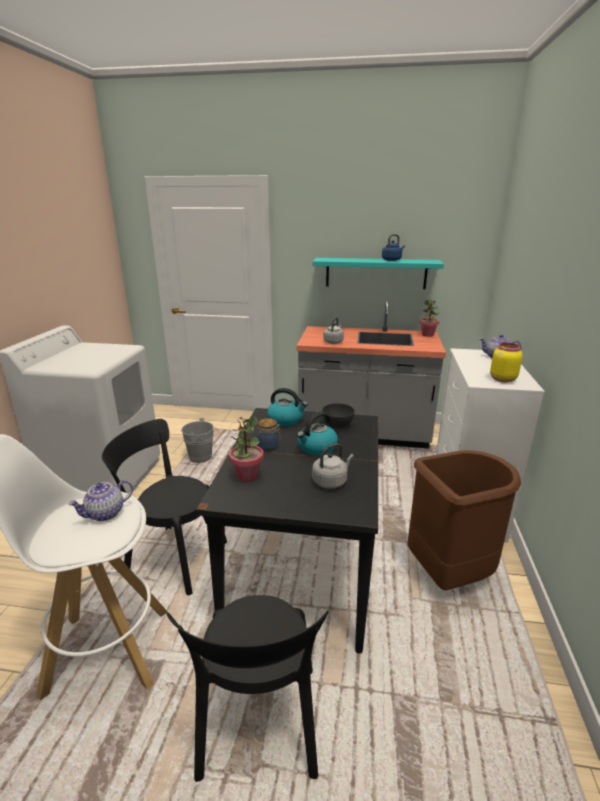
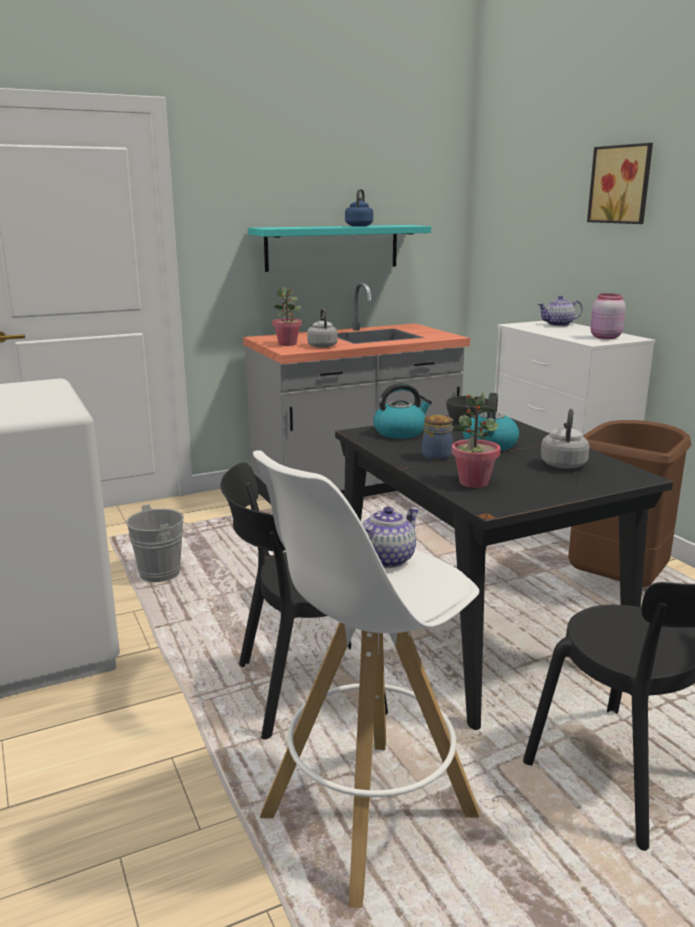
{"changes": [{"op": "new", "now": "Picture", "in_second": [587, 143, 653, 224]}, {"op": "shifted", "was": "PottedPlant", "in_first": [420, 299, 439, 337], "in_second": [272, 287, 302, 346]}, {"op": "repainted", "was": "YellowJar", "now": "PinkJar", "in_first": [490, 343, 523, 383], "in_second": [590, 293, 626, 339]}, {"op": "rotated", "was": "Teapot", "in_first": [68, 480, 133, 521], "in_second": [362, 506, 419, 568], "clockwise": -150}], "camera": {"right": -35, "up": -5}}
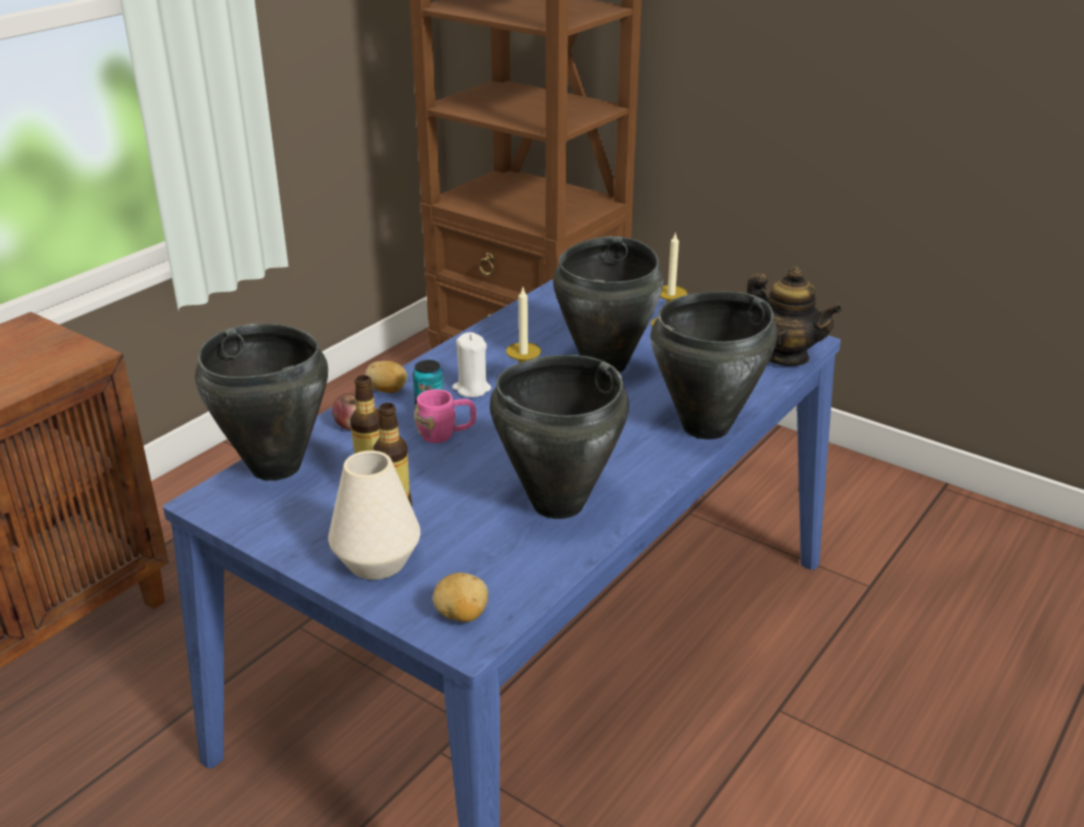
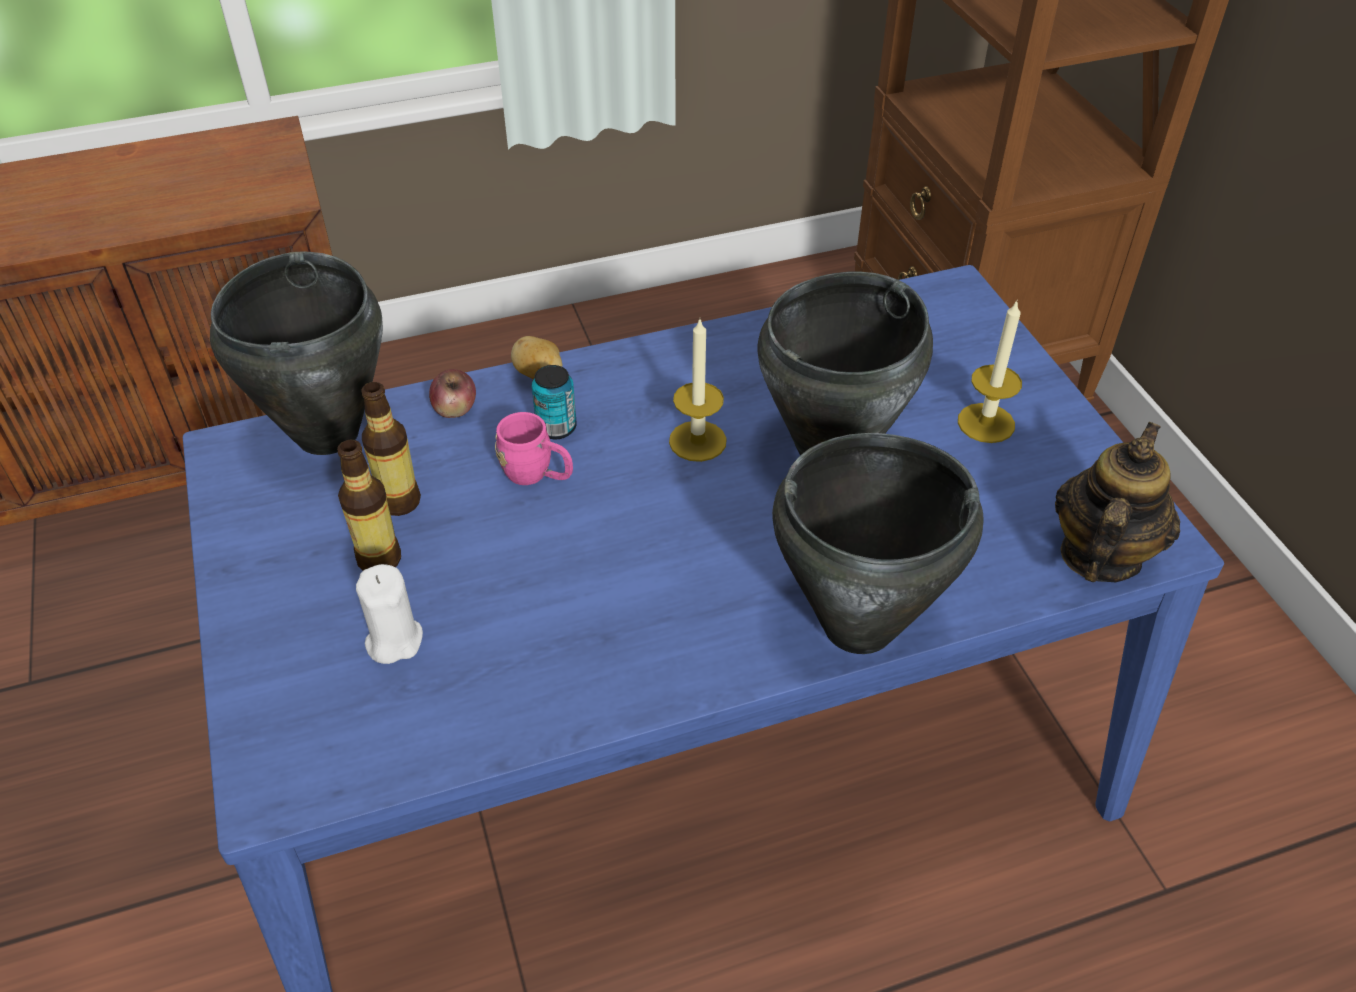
{"changes": [{"op": "gone", "was": "WhiteVase", "in_first": [328, 450, 421, 580]}, {"op": "gone", "was": "Potato", "in_first": [433, 573, 488, 622]}, {"op": "gone", "was": "BlackCookingPot", "in_first": [490, 355, 629, 519]}, {"op": "shifted", "was": "WhiteCandle", "in_first": [452, 332, 491, 398], "in_second": [356, 564, 423, 664]}, {"op": "rotated", "was": "Teapot", "in_first": [747, 267, 842, 366], "in_second": [1055, 422, 1180, 582], "clockwise": -135}], "camera": {"right": 35, "up": 15}}
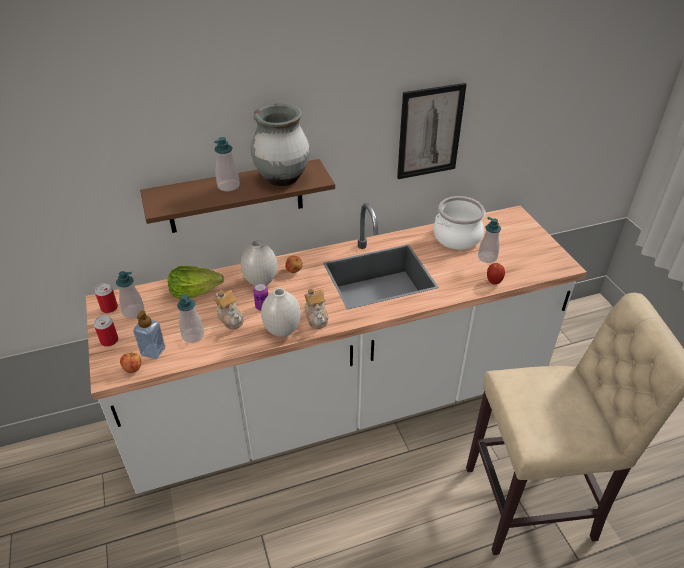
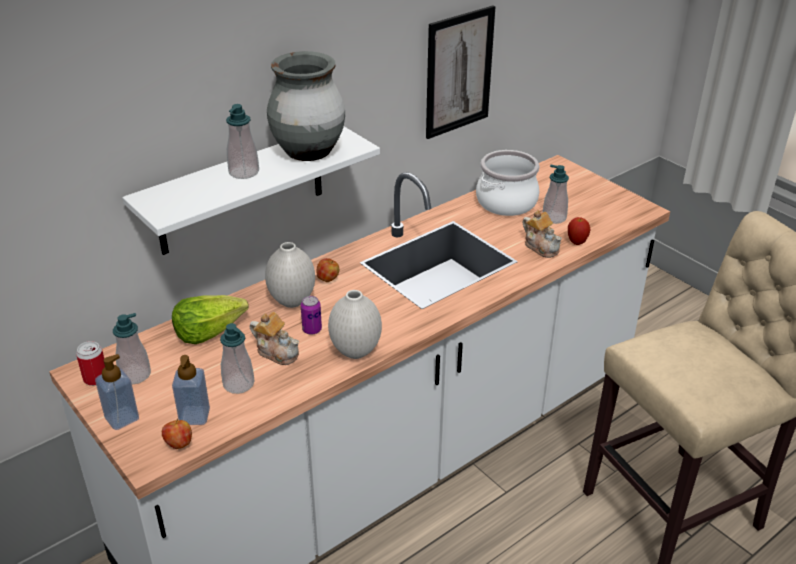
{"changes": [{"op": "shifted", "was": "Teapot", "in_first": [304, 288, 328, 329], "in_second": [523, 210, 562, 258]}, {"op": "swapped", "was": "Can", "now": "SoapDispenser", "in_first": [94, 315, 118, 347], "in_second": [95, 354, 139, 430]}, {"op": "repainted", "was": "BrownShelf", "now": "WhiteShelf", "in_first": [140, 159, 335, 233], "in_second": [122, 127, 380, 255]}], "camera": {"right": -20, "up": -5}}
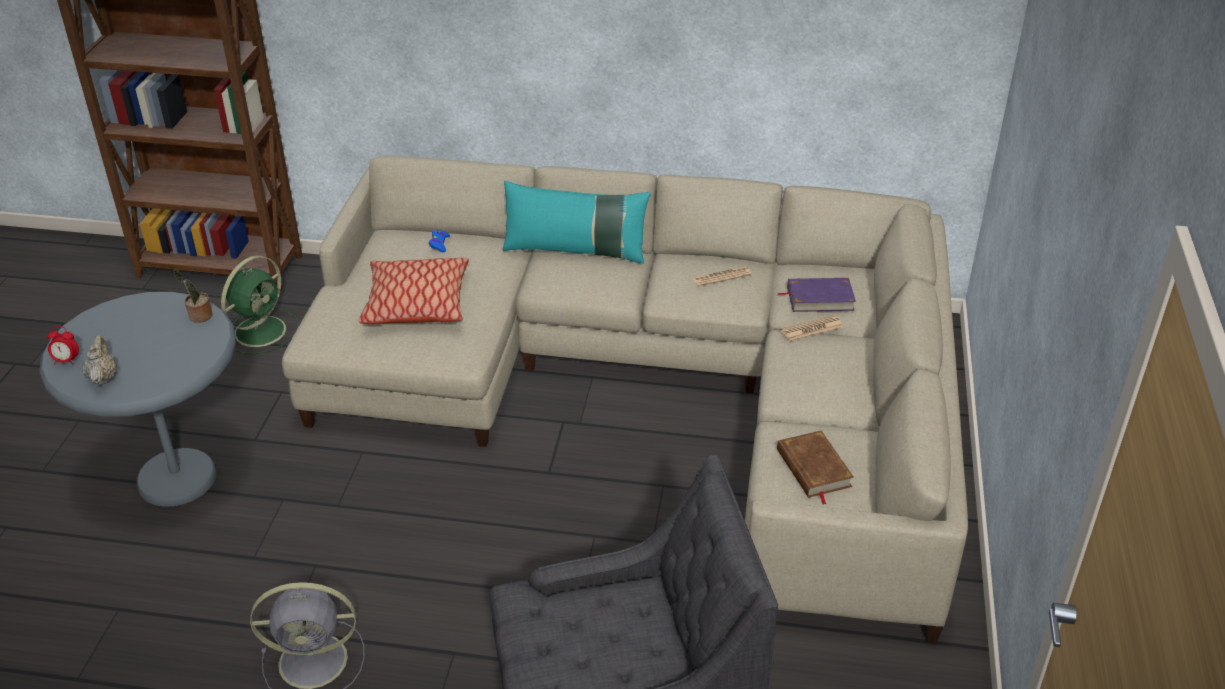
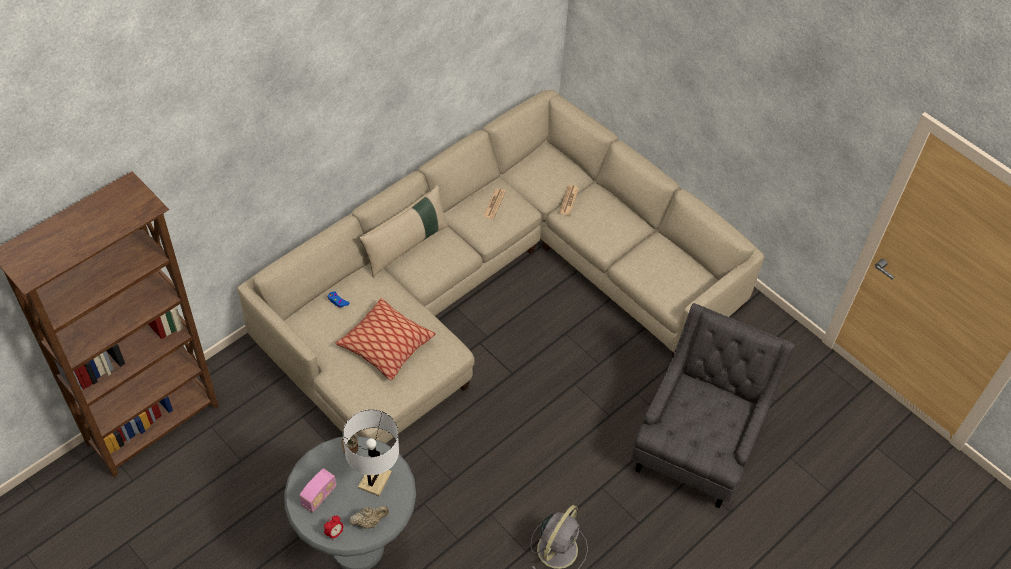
{"changes": [{"op": "gone", "was": "GreenFan", "in_first": [221, 255, 299, 354]}, {"op": "gone", "was": "PurpleBook", "in_first": [777, 278, 856, 312]}, {"op": "gone", "was": "BrownBook", "in_first": [777, 431, 854, 504]}, {"op": "new", "now": "Radio", "in_second": [300, 468, 336, 513]}, {"op": "new", "now": "WhiteTableLamp", "in_second": [343, 409, 399, 496]}, {"op": "repainted", "was": "TurquoisePillow", "now": "BeigePillow", "in_first": [503, 181, 651, 264], "in_second": [359, 185, 448, 277]}, {"op": "rotated", "was": "BeigeTeapot", "in_first": [82, 335, 117, 385], "in_second": [349, 506, 389, 529], "clockwise": 135}], "camera": {"right": -55, "up": 15}}
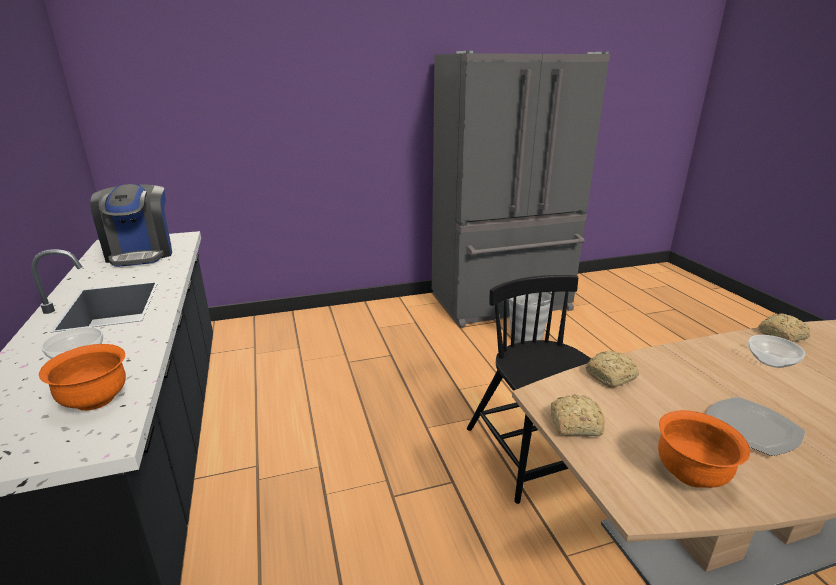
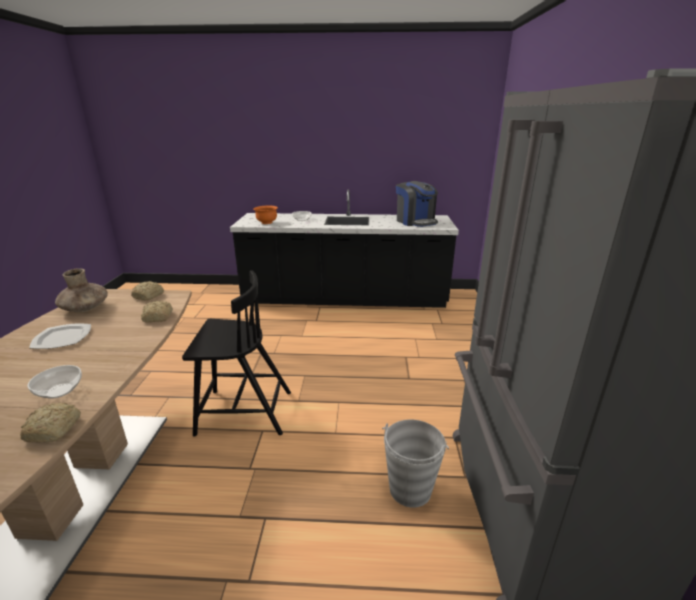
{"changes": [{"op": "swapped", "was": "OrangeBowl", "now": "BrownVase", "in_first": [658, 410, 750, 488], "in_second": [55, 268, 108, 312]}, {"op": "rotated", "was": "CoffeeMachine", "in_first": [90, 184, 172, 267], "in_second": [396, 181, 438, 227], "clockwise": -120}], "camera": {"right": 110, "up": 0}}
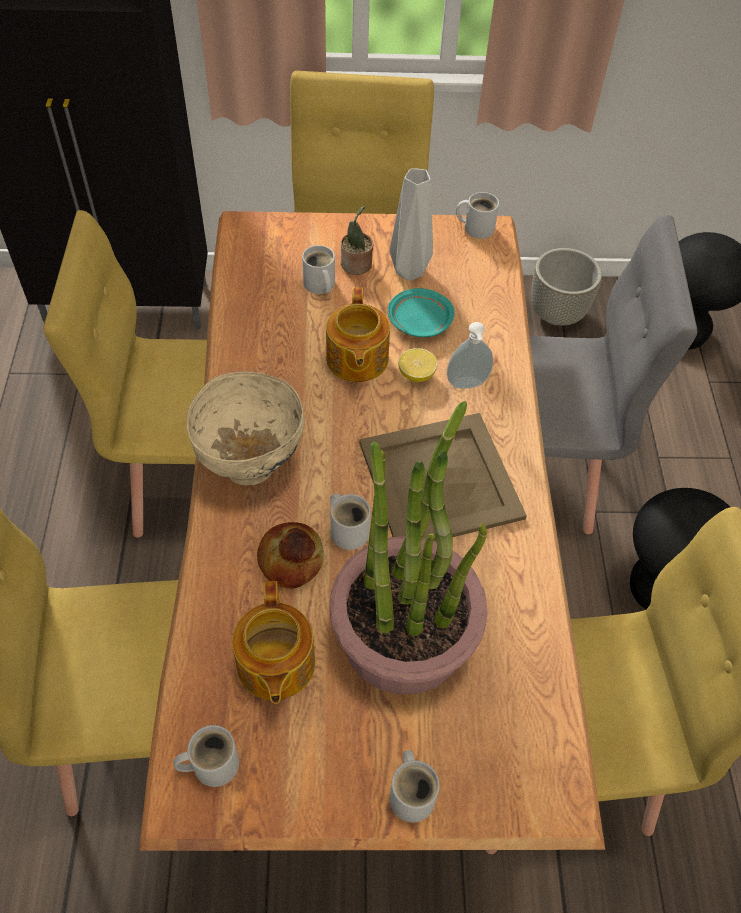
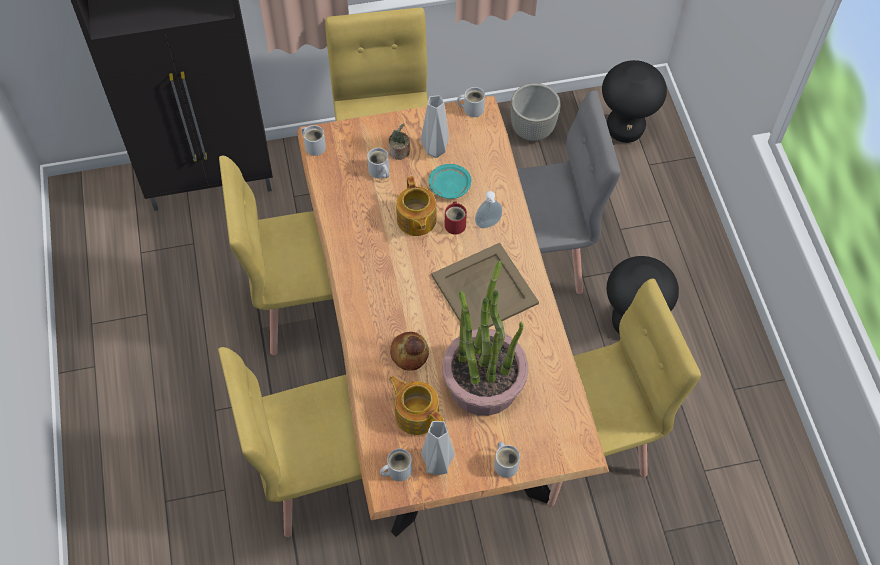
{"changes": [{"op": "gone", "was": "BeigeBowl", "in_first": [187, 371, 304, 485]}, {"op": "new", "now": "GreyVase", "in_second": [421, 421, 455, 475]}, {"op": "shifted", "was": "WhiteMug", "in_first": [330, 493, 370, 550], "in_second": [301, 125, 326, 156]}, {"op": "swapped", "was": "Lemon", "now": "RedMug", "in_first": [398, 348, 437, 382], "in_second": [445, 201, 467, 235]}, {"op": "rotated", "was": "Teapot", "in_first": [232, 581, 315, 704], "in_second": [389, 376, 444, 435], "clockwise": 150}], "camera": {"right": -10, "up": 5}}
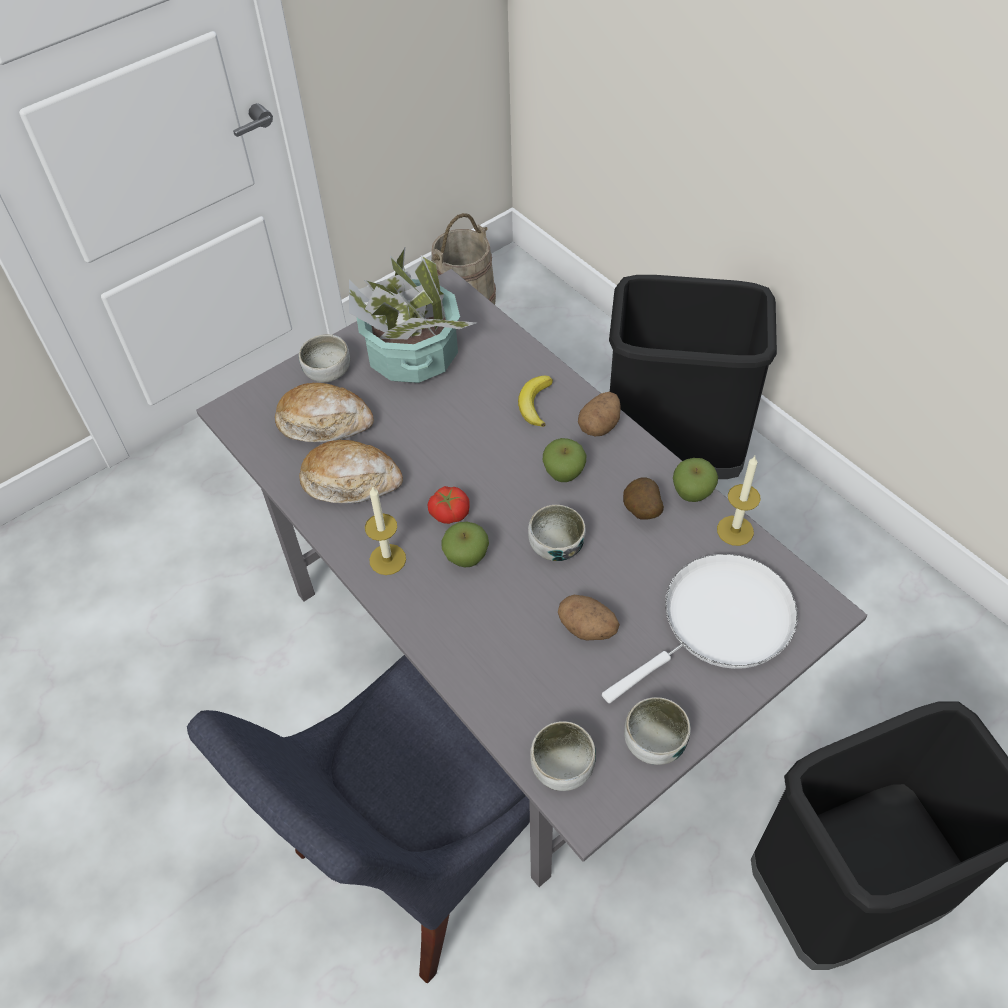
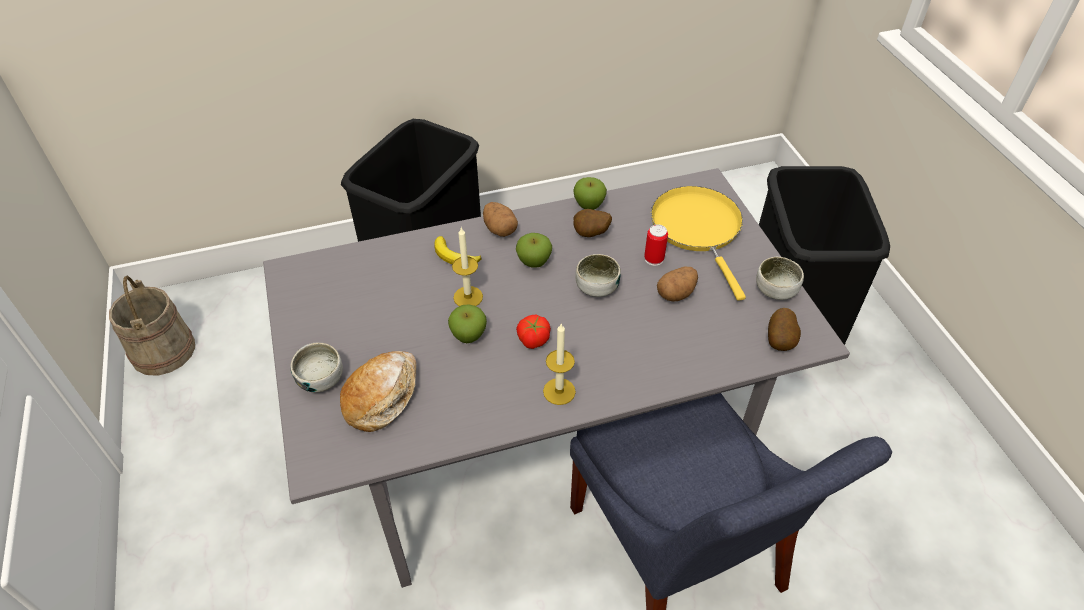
{"changes": [{"op": "gone", "was": "Bread", "in_first": [299, 440, 403, 503]}, {"op": "gone", "was": "PottedPlant", "in_first": [349, 246, 478, 383]}, {"op": "new", "now": "Can", "in_second": [644, 224, 668, 266]}, {"op": "shifted", "was": "Apple", "in_first": [441, 522, 489, 568], "in_second": [448, 304, 487, 343]}, {"op": "shifted", "was": "Candle", "in_first": [717, 456, 760, 546], "in_second": [452, 228, 483, 306]}, {"op": "swapped", "was": "Bowl", "now": "Potato", "in_first": [530, 721, 596, 791], "in_second": [768, 308, 801, 351]}, {"op": "repainted", "was": "WhiteFryingPan", "now": "YellowFryingPan", "in_first": [602, 554, 798, 704], "in_second": [651, 186, 746, 301]}], "camera": {"right": -70, "up": -5}}
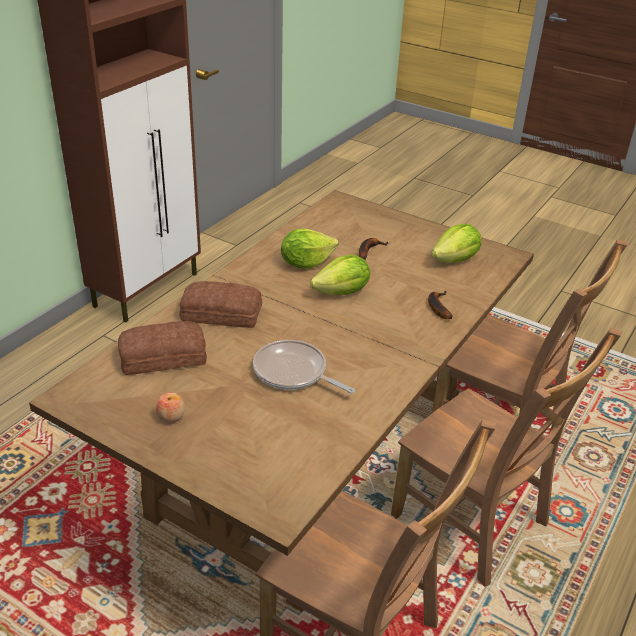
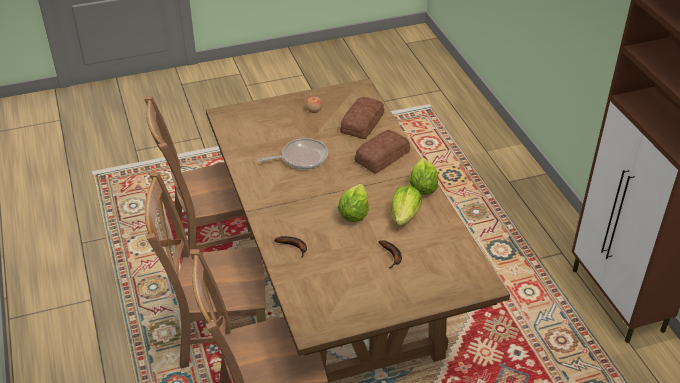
{"changes": [{"op": "shifted", "was": "Lettuce", "in_first": [431, 224, 481, 263], "in_second": [410, 158, 438, 195]}], "camera": {"right": 130, "up": 5}}
